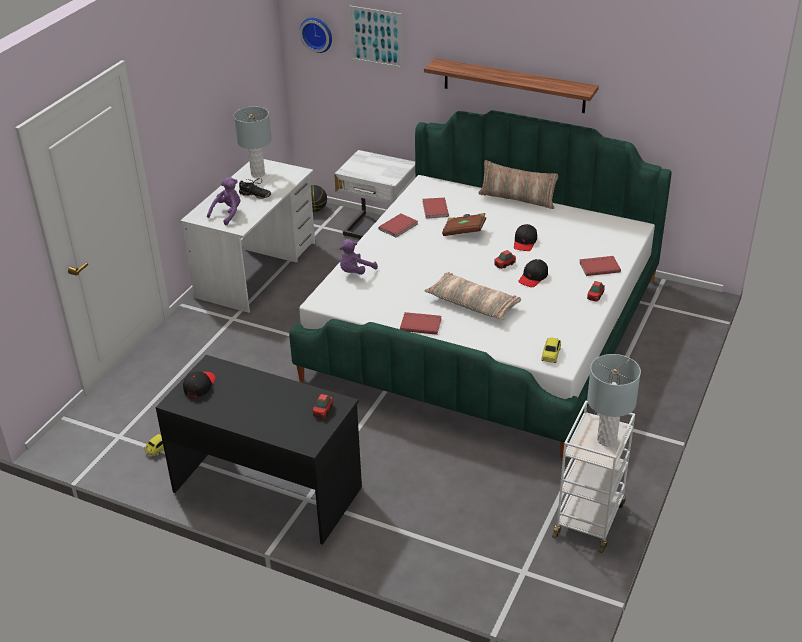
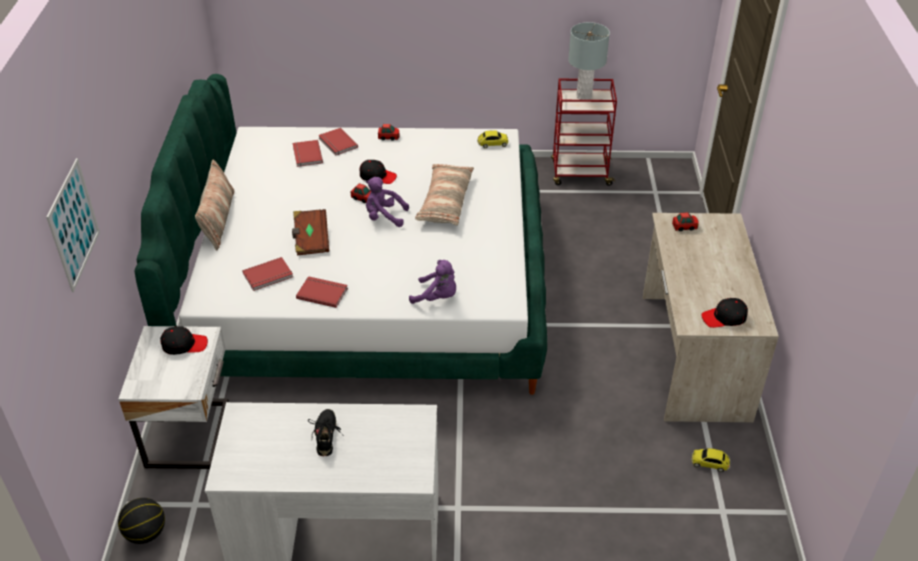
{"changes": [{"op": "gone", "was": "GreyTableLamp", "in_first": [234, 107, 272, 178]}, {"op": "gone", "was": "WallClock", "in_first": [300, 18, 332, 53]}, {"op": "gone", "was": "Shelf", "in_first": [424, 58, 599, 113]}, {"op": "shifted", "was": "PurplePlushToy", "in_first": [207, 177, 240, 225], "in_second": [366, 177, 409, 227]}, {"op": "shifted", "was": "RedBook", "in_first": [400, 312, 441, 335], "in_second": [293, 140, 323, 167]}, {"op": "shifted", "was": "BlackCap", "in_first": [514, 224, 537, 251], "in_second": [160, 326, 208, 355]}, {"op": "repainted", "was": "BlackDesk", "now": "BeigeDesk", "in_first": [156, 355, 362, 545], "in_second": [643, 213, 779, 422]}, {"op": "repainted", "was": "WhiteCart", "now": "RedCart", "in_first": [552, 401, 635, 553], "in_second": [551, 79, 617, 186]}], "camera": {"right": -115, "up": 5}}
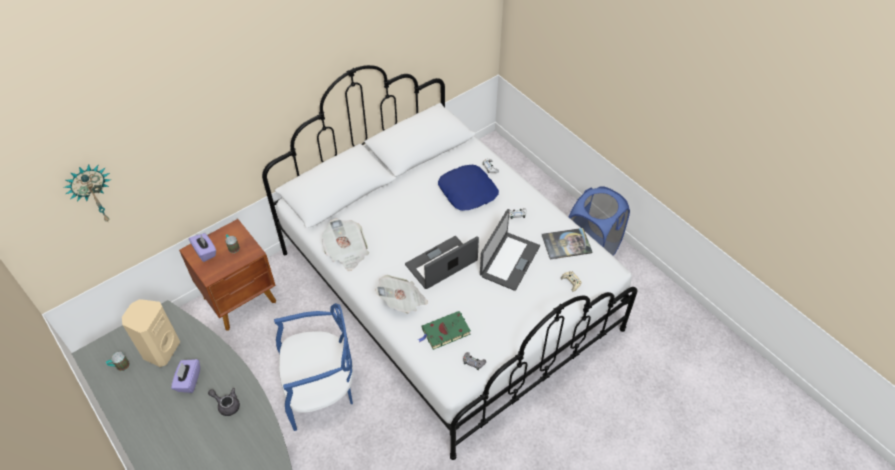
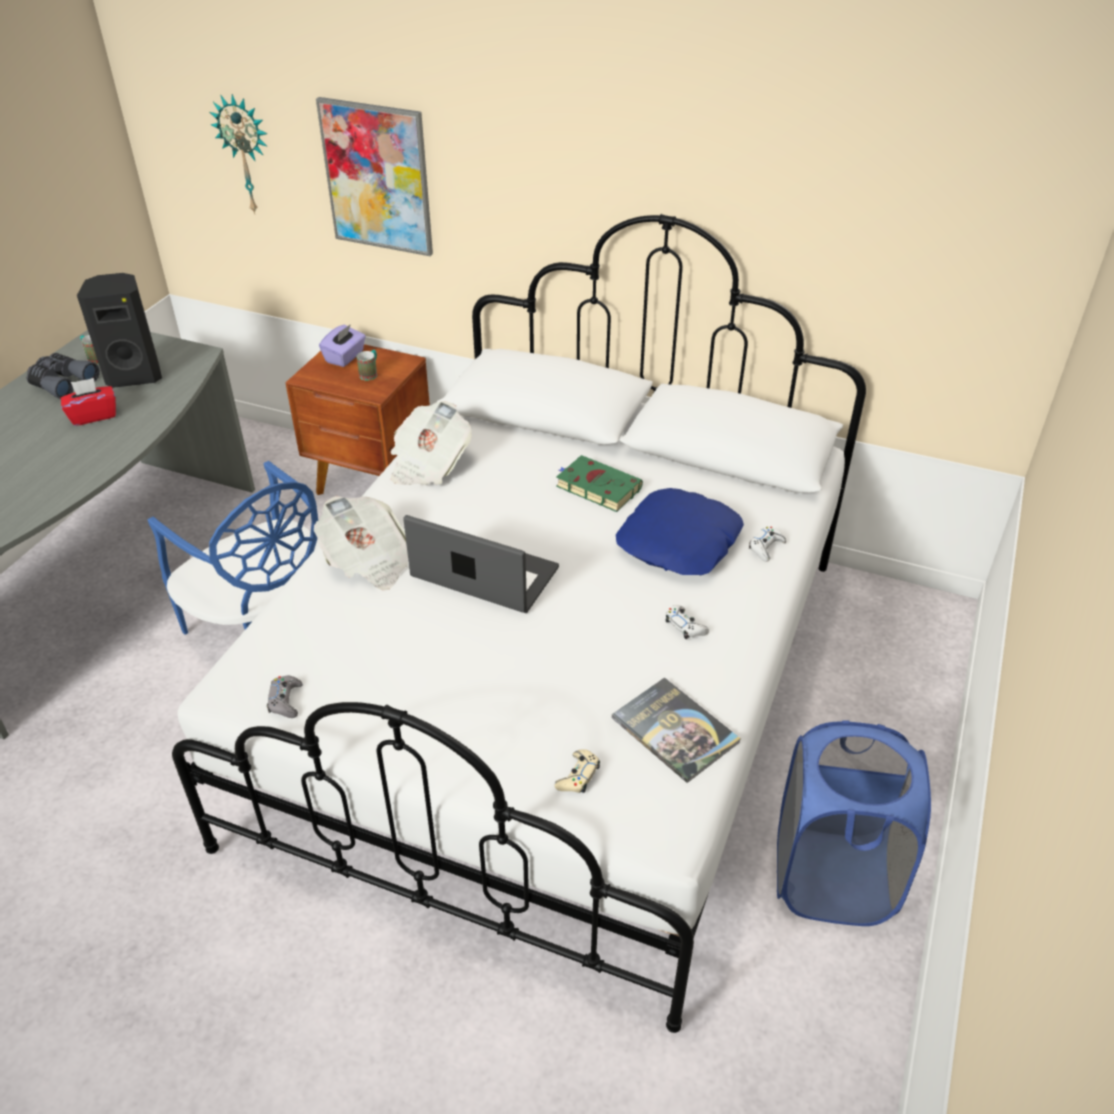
{"changes": [{"op": "gone", "was": "GreyTeapot", "in_first": [208, 388, 240, 416]}, {"op": "gone", "was": "Laptop", "in_first": [480, 209, 540, 291]}, {"op": "new", "now": "GreyBinoculars", "in_second": [27, 353, 100, 399]}, {"op": "new", "now": "Picture", "in_second": [316, 97, 433, 256]}, {"op": "shifted", "was": "GreenBook", "in_first": [418, 311, 471, 350], "in_second": [556, 455, 643, 512]}, {"op": "repainted", "was": "BeigeSpeaker", "now": "BlackSpeaker", "in_first": [122, 299, 180, 367], "in_second": [77, 273, 162, 388]}, {"op": "repainted", "was": "PurpleTissueBox", "now": "RedTissueBox", "in_first": [171, 359, 200, 393], "in_second": [61, 378, 116, 426]}], "camera": {"right": 60, "up": -10}}
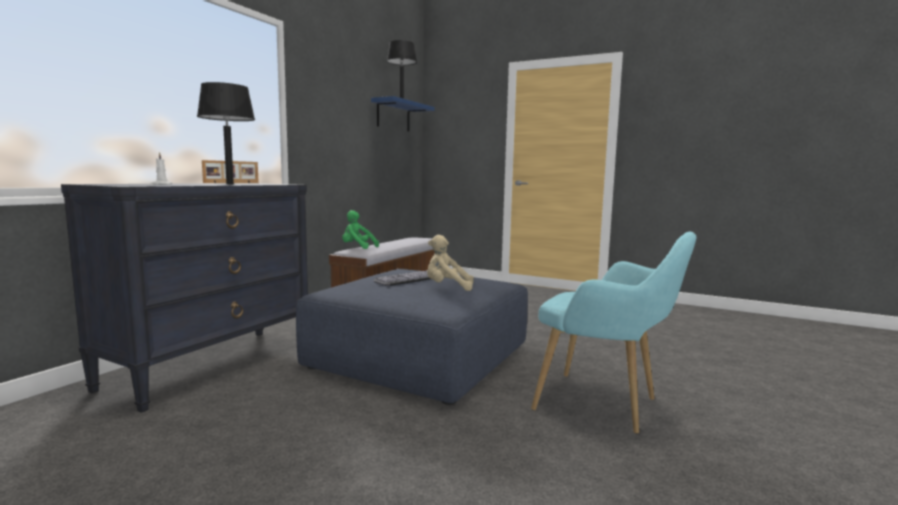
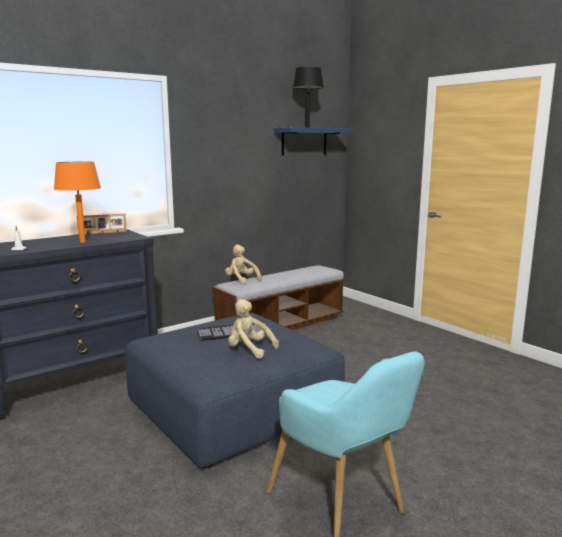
{"changes": [{"op": "repainted", "was": "BlackTableLamp", "now": "OrangeTableLamp", "in_first": [197, 82, 255, 185], "in_second": [54, 162, 101, 243]}, {"op": "repainted", "was": "GreenPlushToy", "now": "BeigePlushToy", "in_first": [342, 210, 379, 249], "in_second": [225, 245, 262, 284]}], "camera": {"right": 25, "up": 5}}
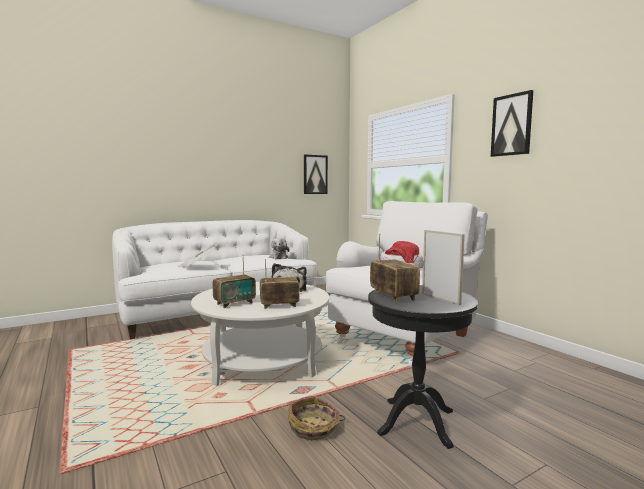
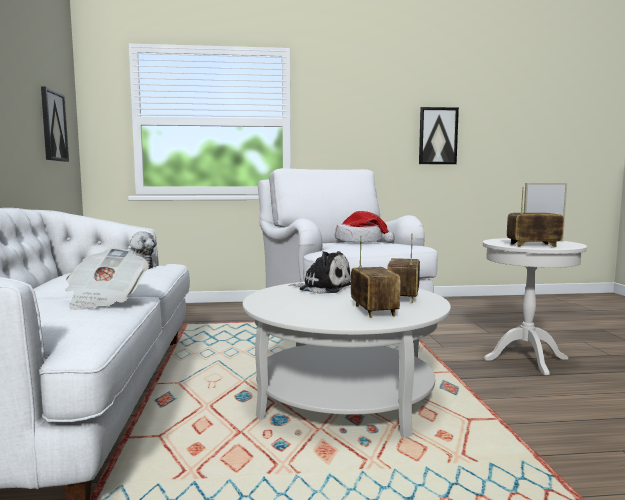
{"changes": [{"op": "gone", "was": "Basket", "in_first": [288, 396, 345, 441]}, {"op": "shifted", "was": "Picture", "in_first": [491, 90, 533, 157], "in_second": [419, 107, 459, 164]}, {"op": "repainted", "was": "BlackSideTable", "now": "WhiteSideTable", "in_first": [368, 285, 478, 449], "in_second": [483, 238, 587, 375]}], "camera": {"right": -65, "up": 0}}
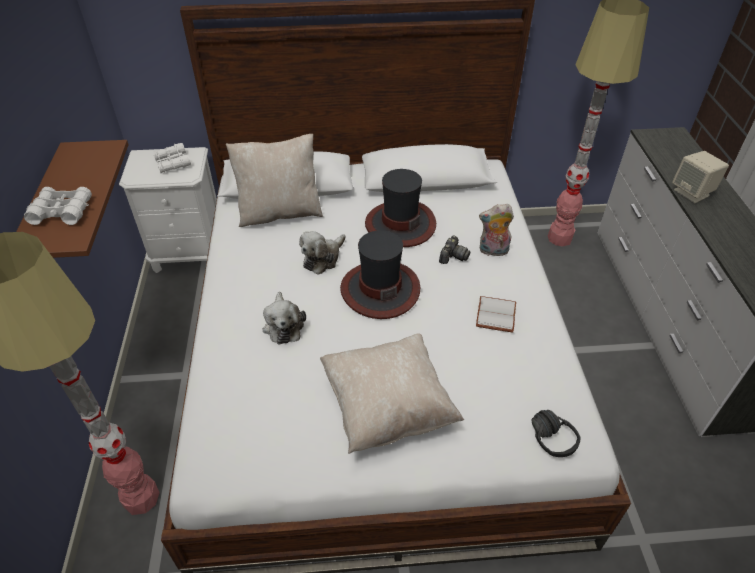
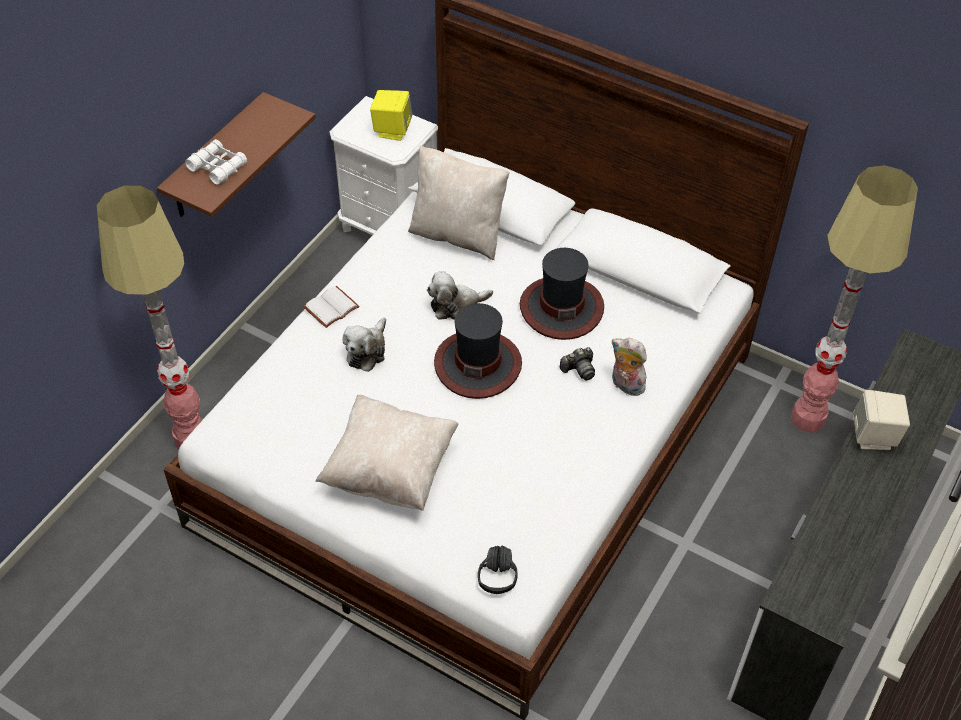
{"changes": [{"op": "shifted", "was": "WhiteBook", "in_first": [476, 296, 516, 333], "in_second": [303, 286, 360, 328]}, {"op": "swapped", "was": "WhiteBinoculars", "now": "YellowSpeaker", "in_first": [153, 143, 191, 173], "in_second": [370, 90, 413, 141]}], "camera": {"right": 35, "up": 5}}
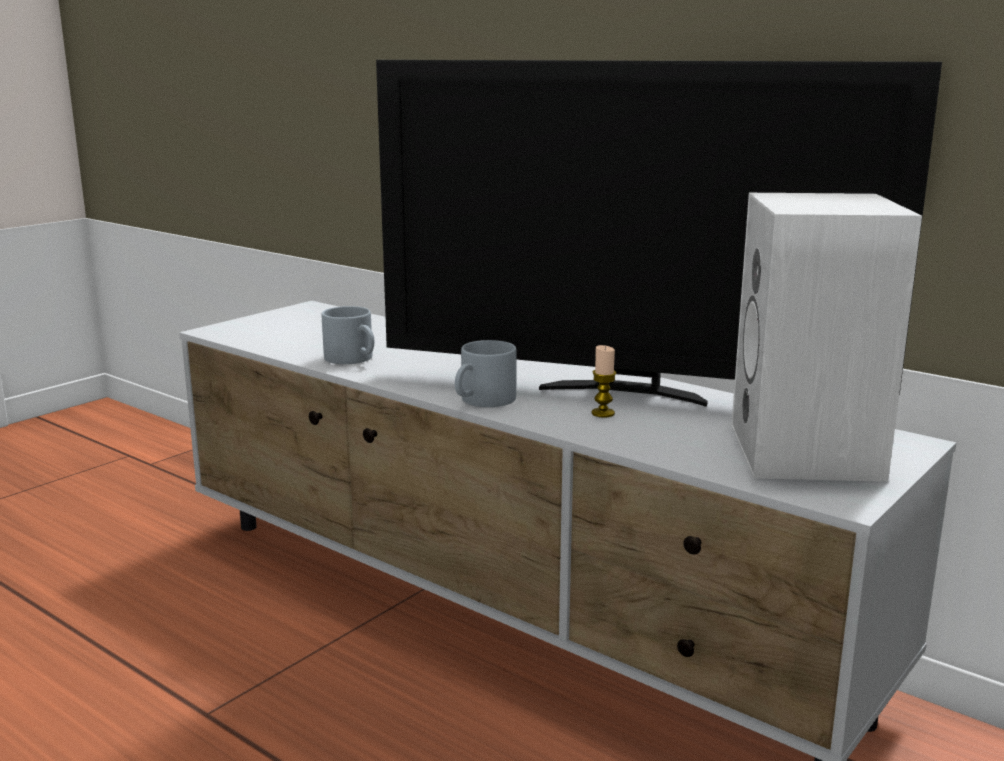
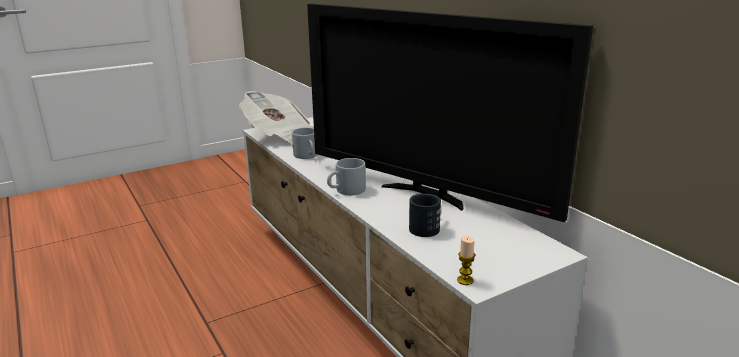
{"changes": [{"op": "gone", "was": "WhiteSpeaker", "in_first": [731, 193, 922, 482]}, {"op": "new", "now": "Newspaper", "in_second": [239, 91, 314, 144]}, {"op": "new", "now": "BlackMug", "in_second": [409, 193, 441, 237]}, {"op": "shifted", "was": "Candle", "in_first": [591, 345, 616, 418], "in_second": [457, 235, 475, 285]}], "camera": {"right": 20, "up": 5}}
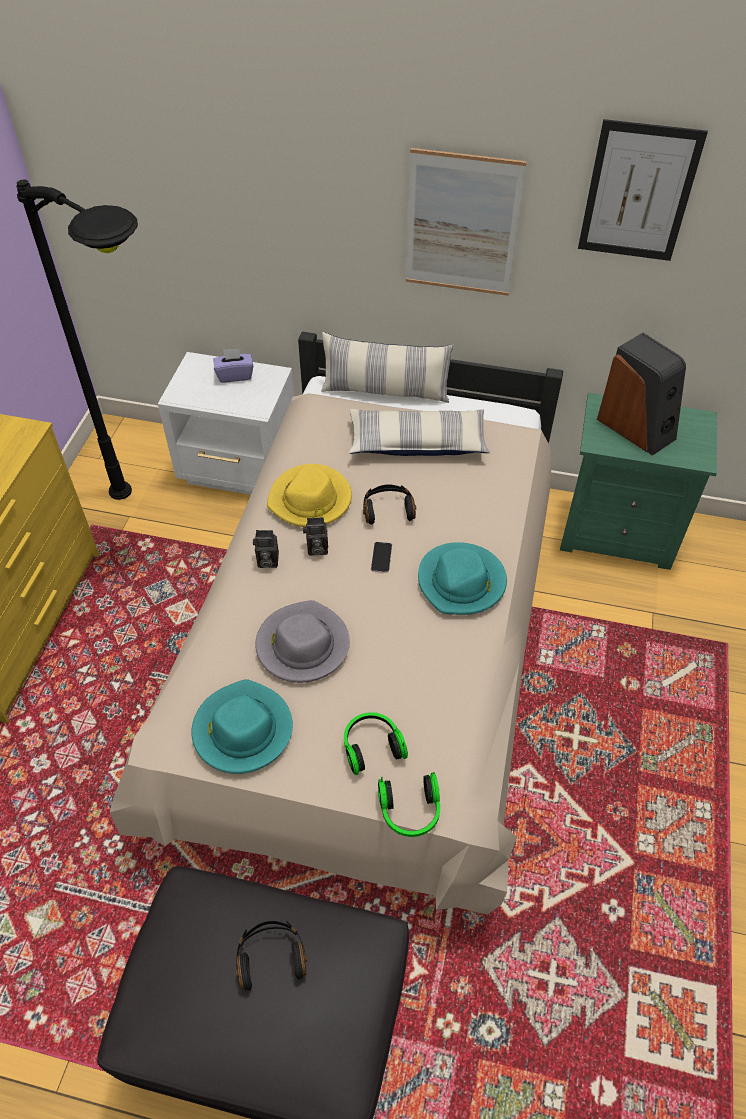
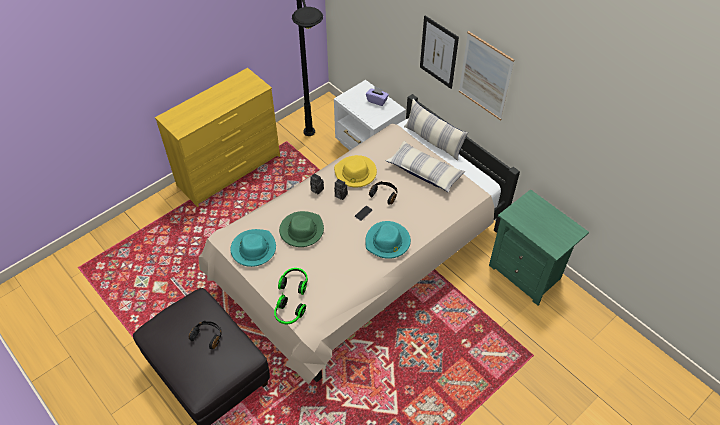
{"changes": [{"op": "gone", "was": "Speaker", "in_first": [597, 333, 686, 456]}, {"op": "shifted", "was": "Picture", "in_first": [578, 119, 708, 261], "in_second": [420, 16, 459, 89]}, {"op": "repainted", "was": "GreyHat", "now": "GreenHat", "in_first": [255, 600, 350, 683], "in_second": [279, 211, 324, 247]}], "camera": {"right": 35, "up": 0}}
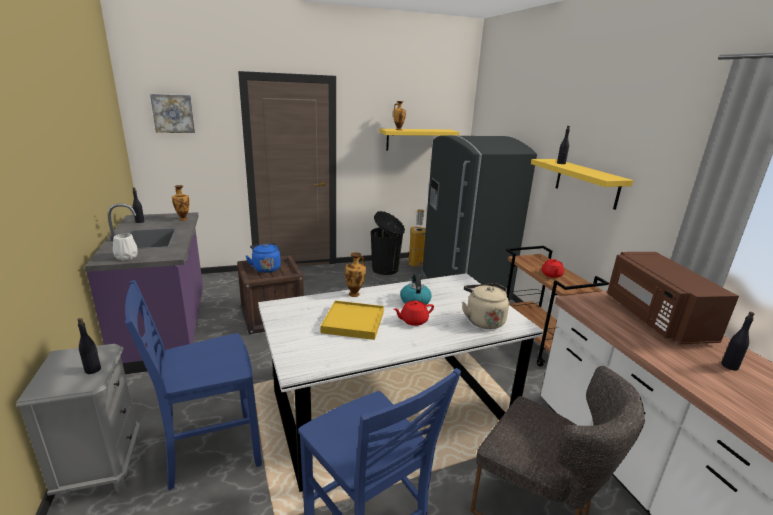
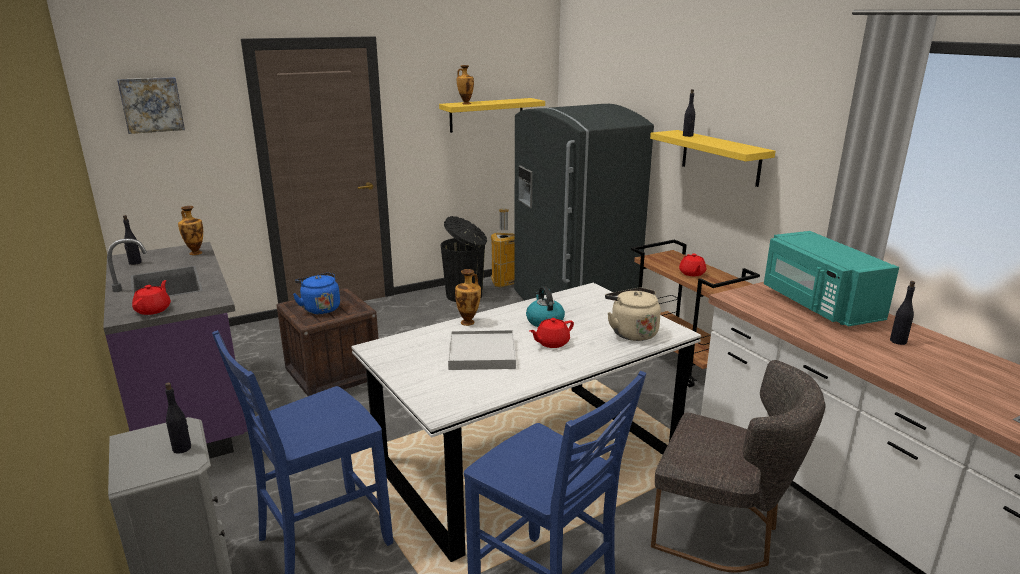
{"changes": [{"op": "swapped", "was": "WhiteVase", "now": "RedTeapot", "in_first": [113, 233, 138, 261], "in_second": [132, 280, 171, 315]}, {"op": "repainted", "was": "YellowTray", "now": "WhiteTray", "in_first": [321, 301, 384, 340], "in_second": [448, 330, 516, 370]}, {"op": "repainted", "was": "BrownMicrowave", "now": "TurquoiseMicrowave", "in_first": [607, 252, 739, 344], "in_second": [764, 231, 899, 326]}], "camera": {"right": -10, "up": 0}}
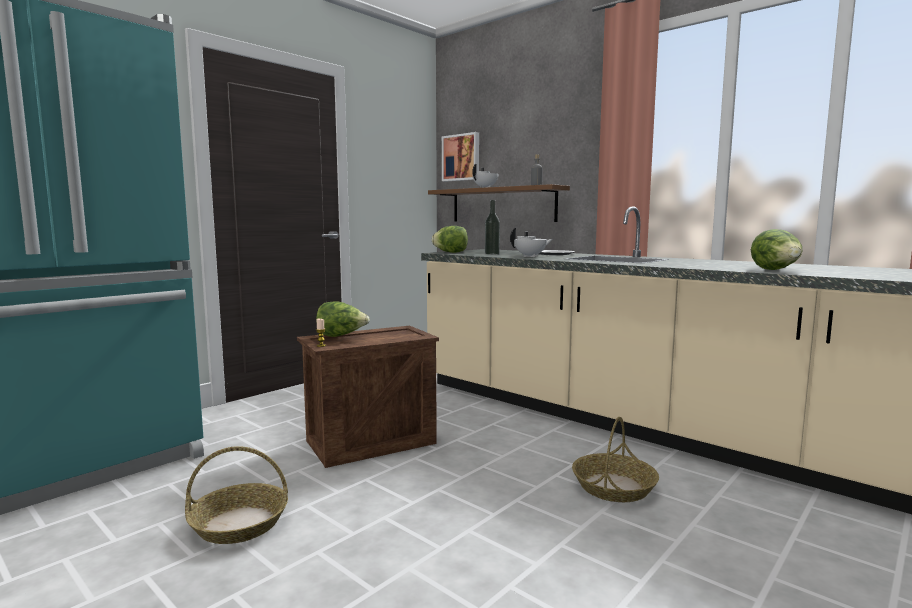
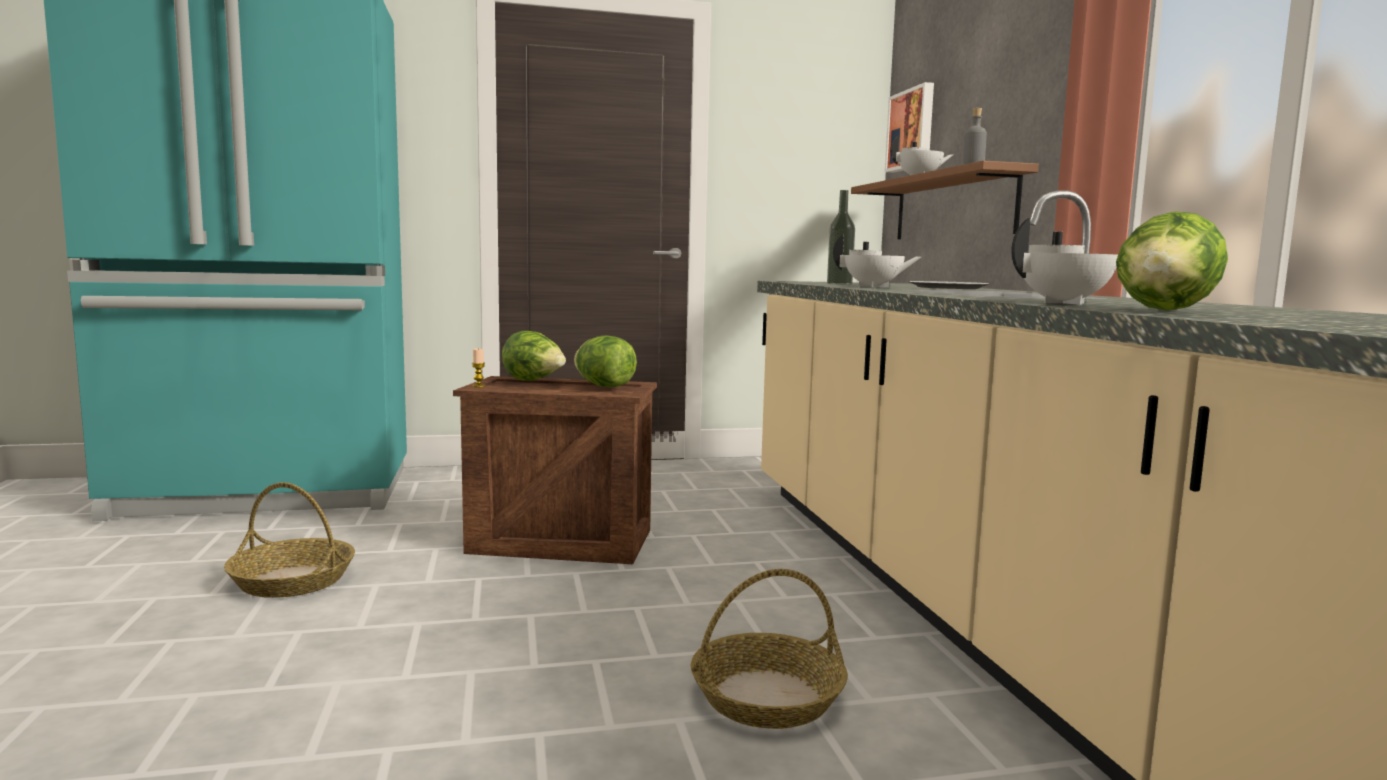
{"changes": [{"op": "new", "now": "WhiteTeapot", "in_second": [1011, 218, 1118, 305]}, {"op": "shifted", "was": "Lettuce", "in_first": [432, 226, 468, 253], "in_second": [574, 335, 637, 387]}], "camera": {"right": 35, "up": 0}}
